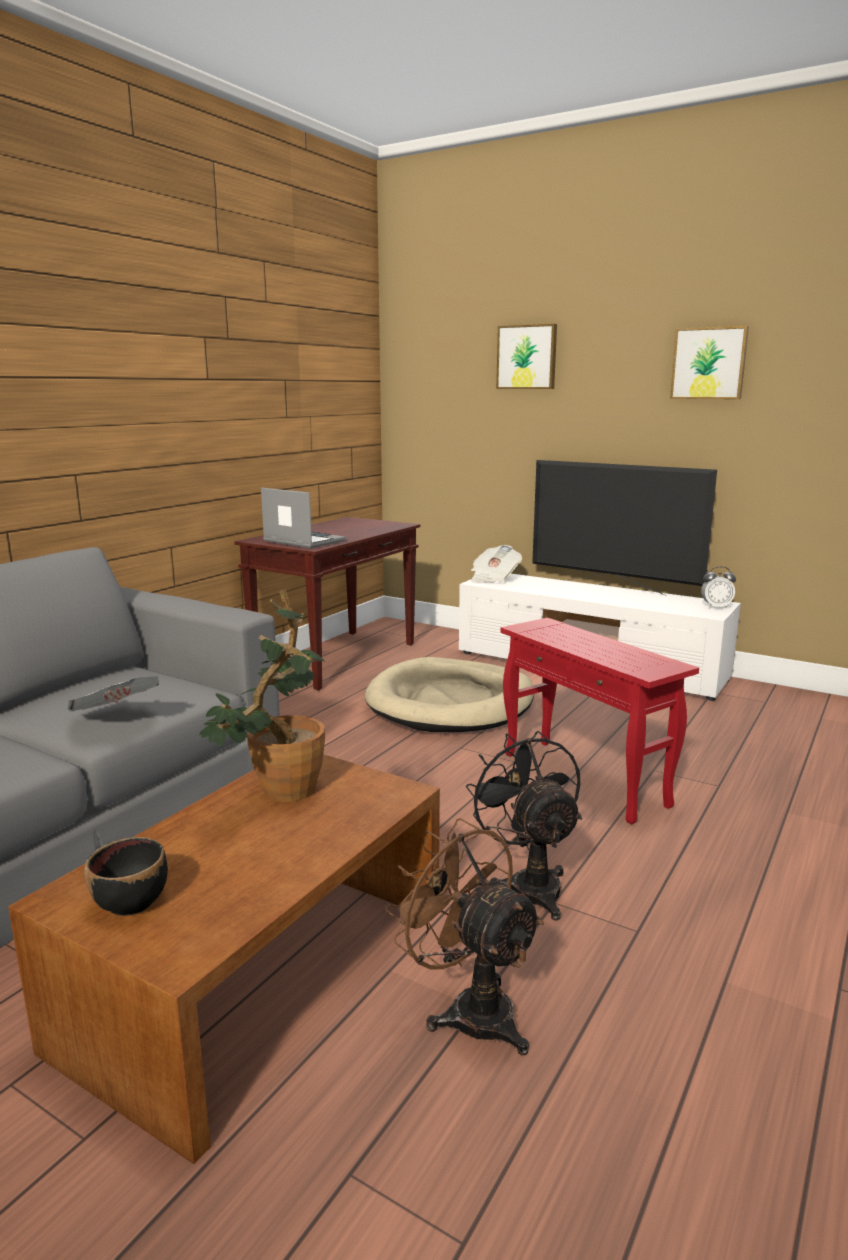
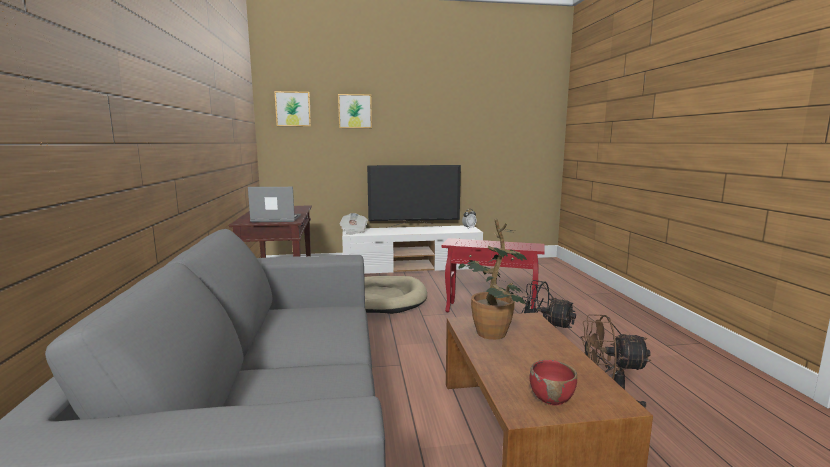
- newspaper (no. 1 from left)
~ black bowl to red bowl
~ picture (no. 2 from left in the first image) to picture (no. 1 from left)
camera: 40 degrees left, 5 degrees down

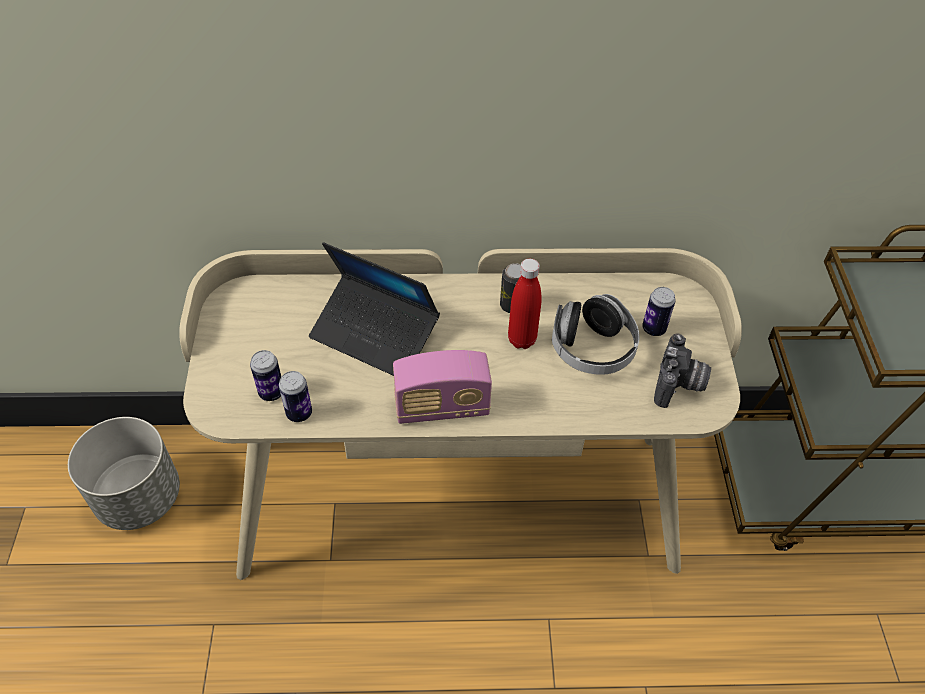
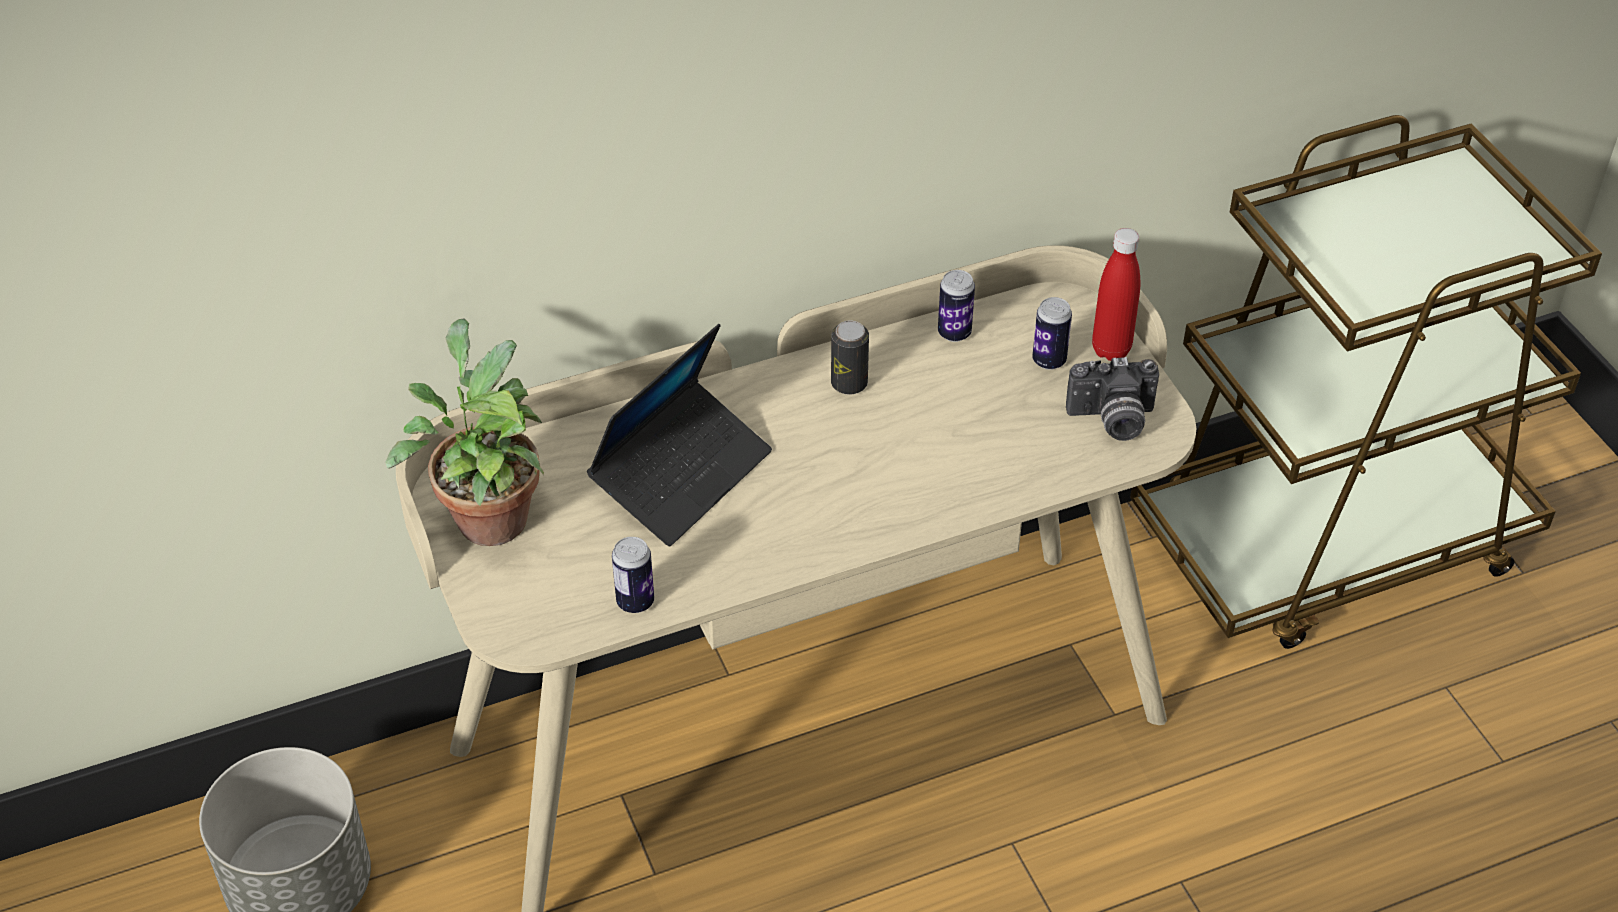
~ can (no. 1 from left in the first image) to can (no. 3 from left)
~ laptop 60 degrees counterclockwise
- radio
~ red bottle
- headphones
~ photo camera 90 degrees clockwise
+ potted plant
camera: 20 degrees left, 5 degrees down

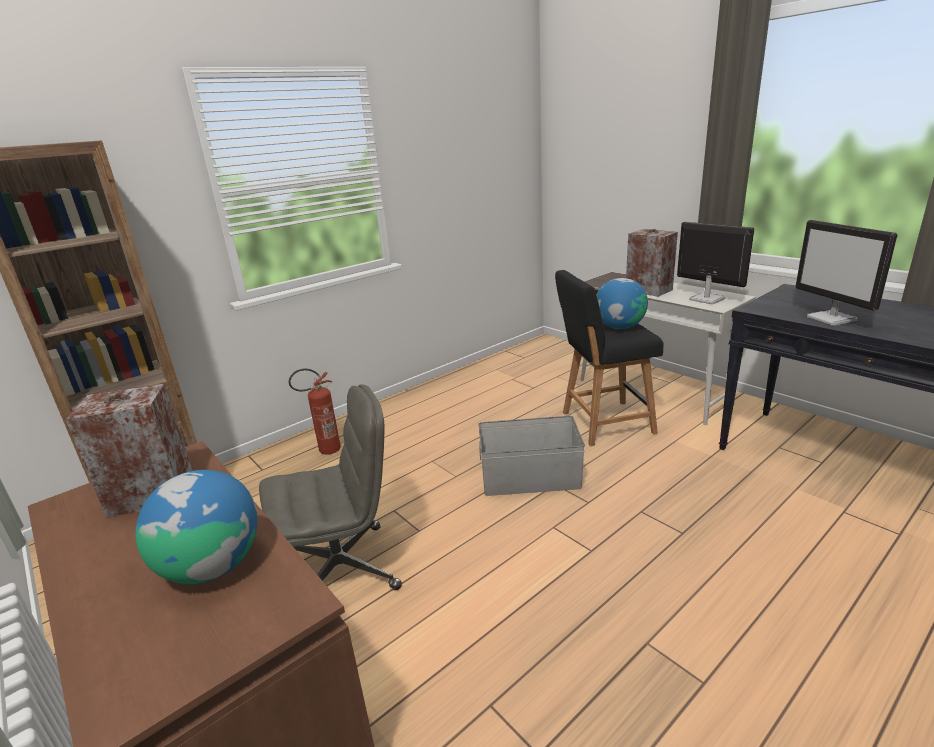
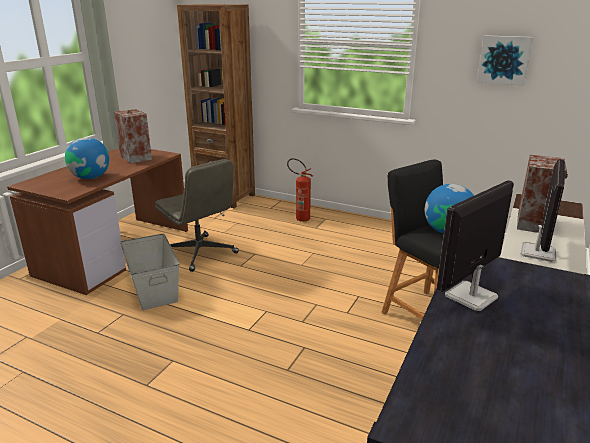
~ grey storage box
+ picture
camera: 65 degrees right, 0 degrees up

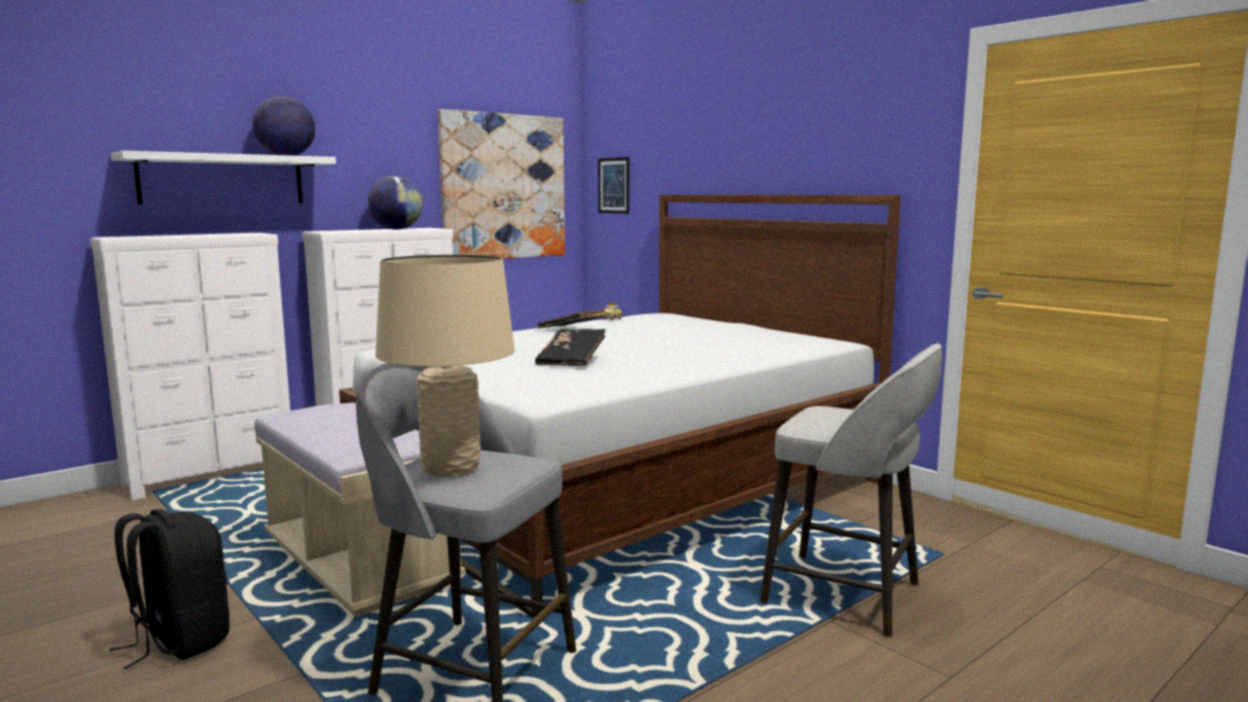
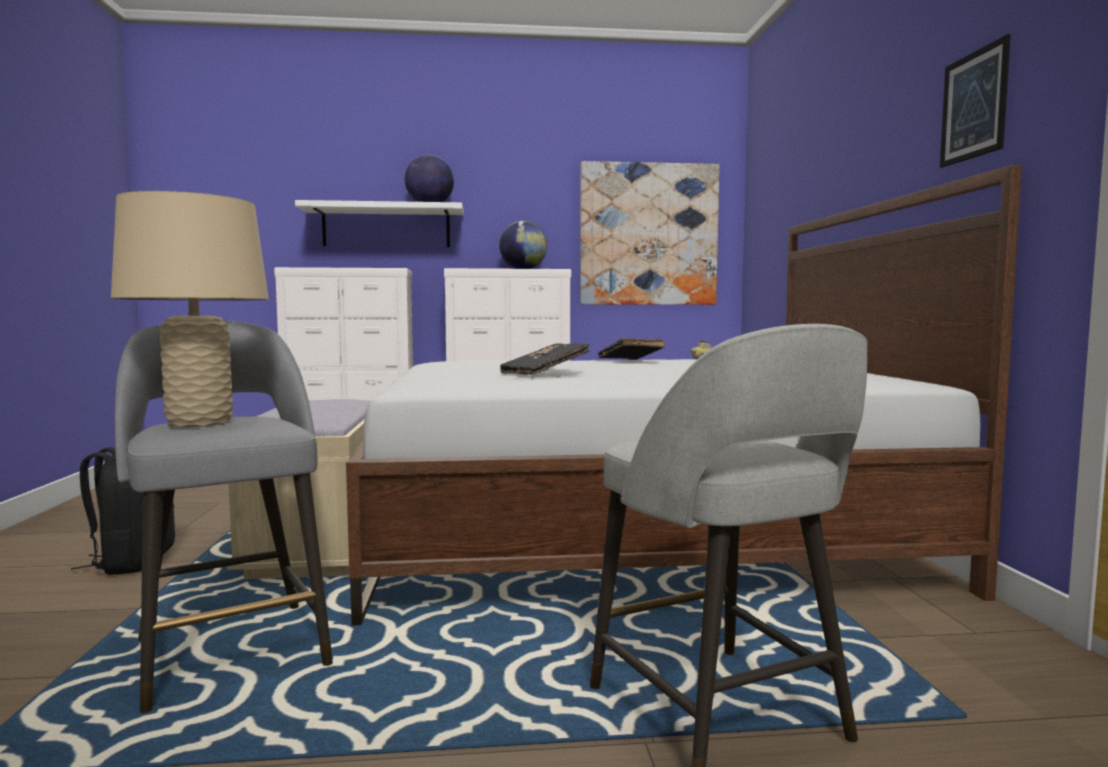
~ picture (no. 2 from left)
camera: 35 degrees right, 5 degrees down

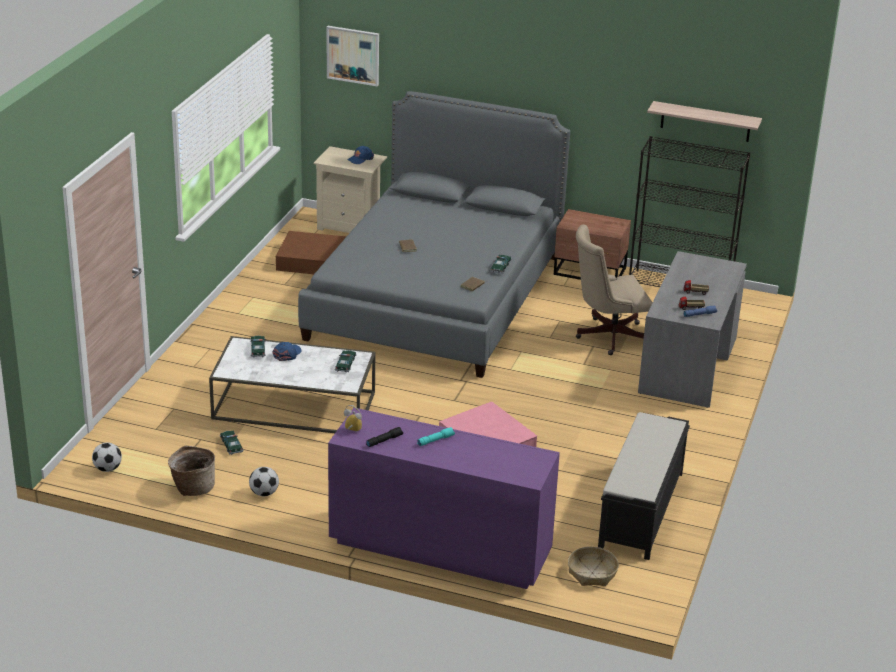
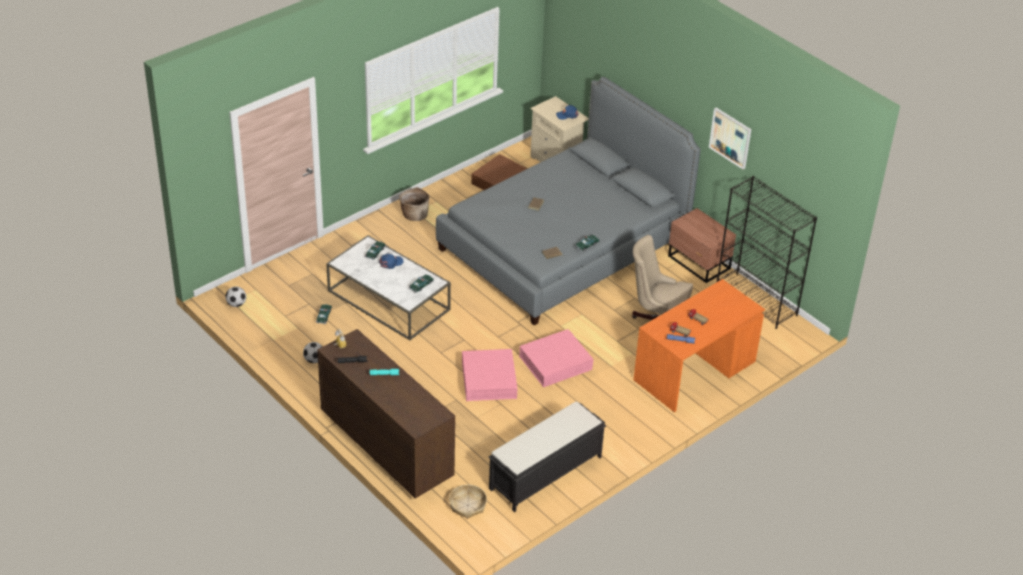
~ basket (no. 1 from left)
~ picture
~ purple dresser to brown dresser
~ grey desk to orange desk
- shelf
+ pink storage box (no. 2 from left)
camera: 30 degrees right, 10 degrees up

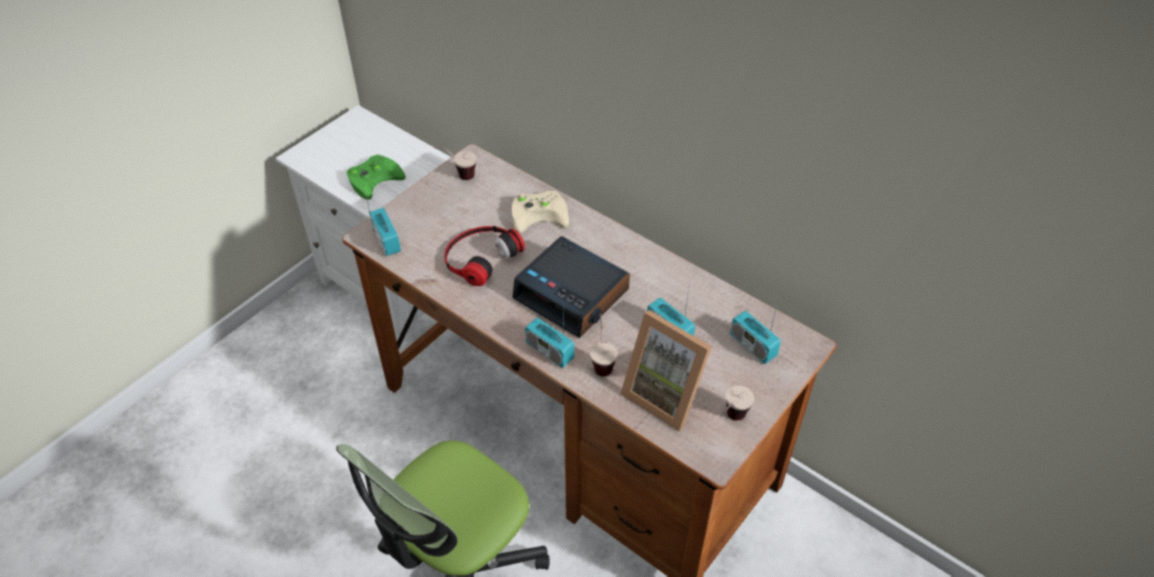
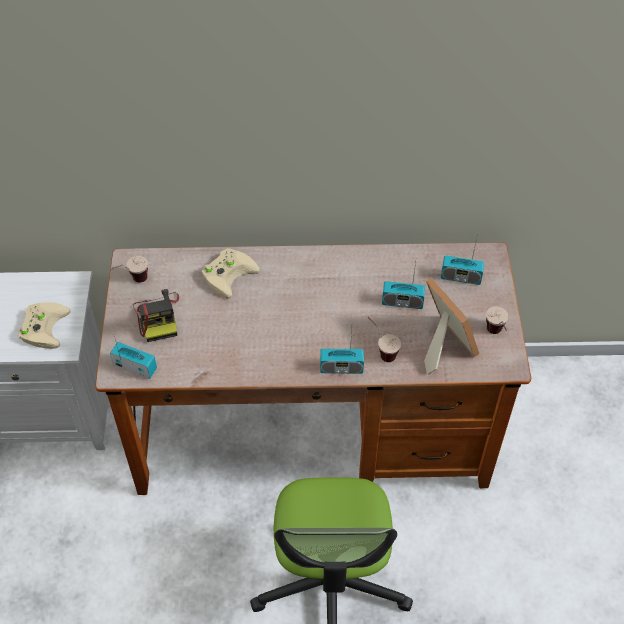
~ green game controller to beige game controller (no. 1 from left)
- headphones
- alarm clock
~ picture frame 120 degrees counterclockwise
+ photo camera
camera: 40 degrees left, 5 degrees up

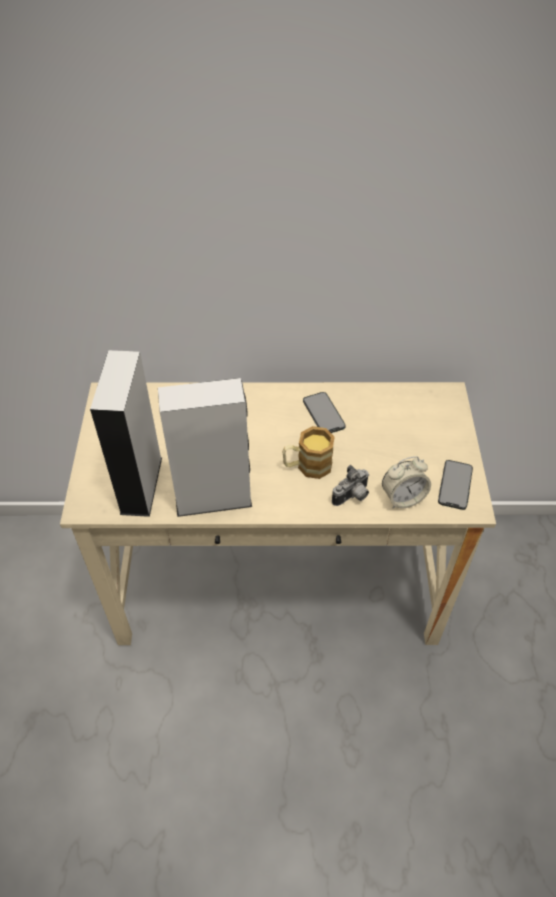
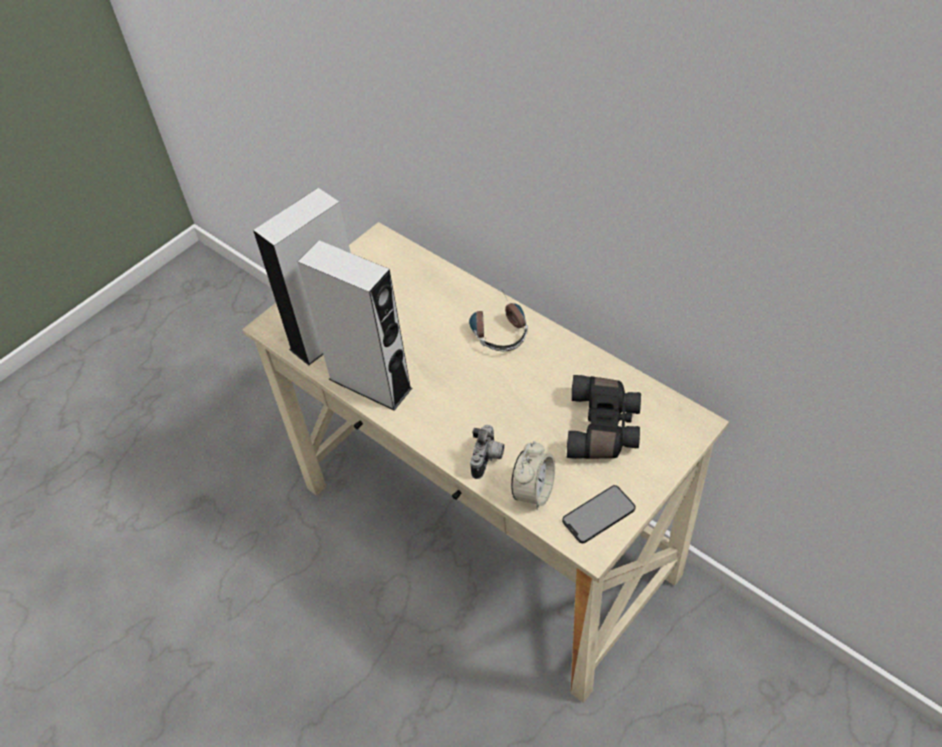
- mug
- phone (no. 1 from left)
~ photo camera 75 degrees counterclockwise
~ alarm clock 90 degrees counterclockwise
+ headphones
+ black binoculars
camera: 45 degrees right, 0 degrees up

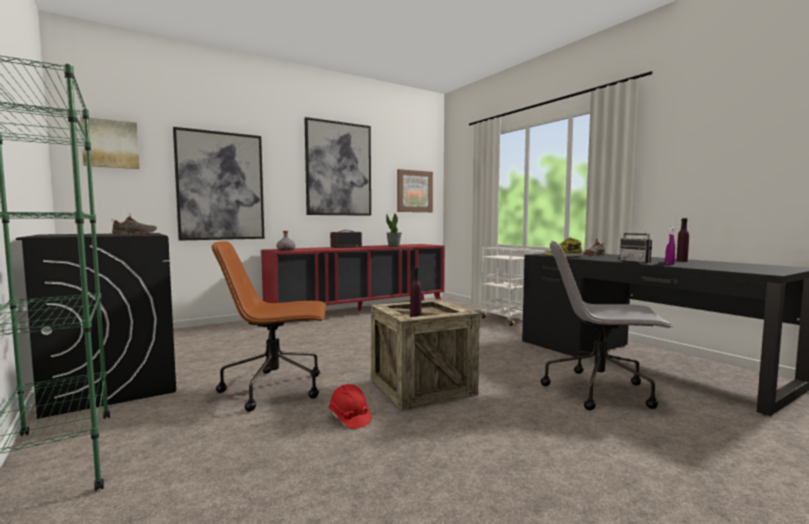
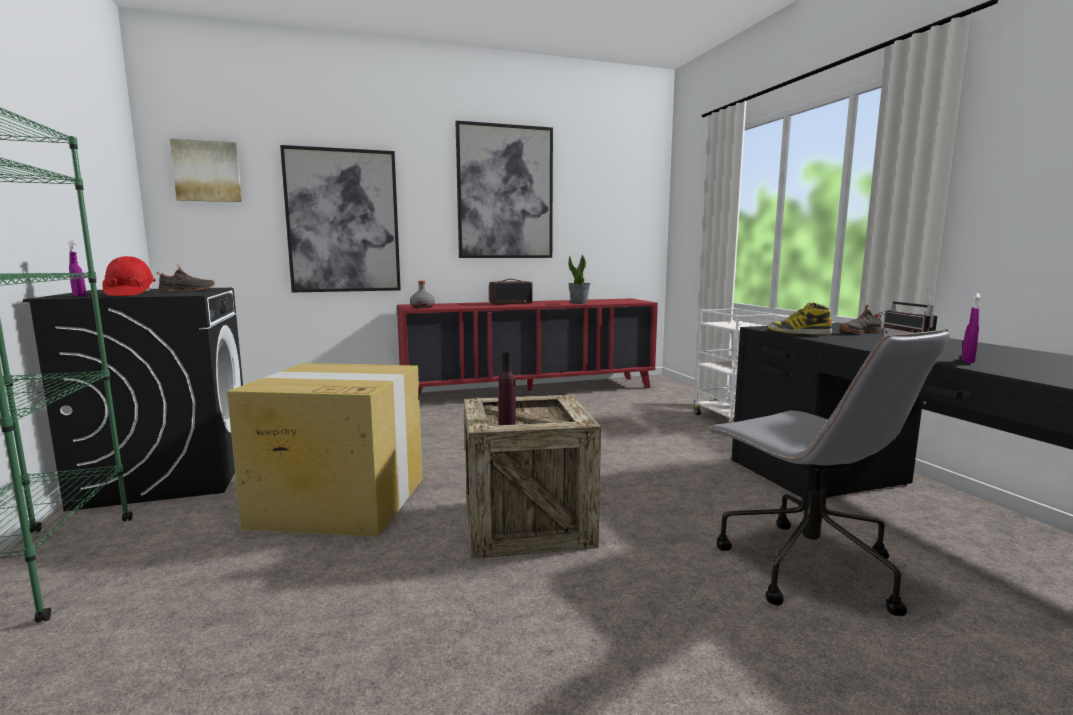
~ brown office chair to cardboard box
~ red hard hat
- picture (no. 4 from left)
~ grey office chair 150 degrees counterclockwise
- purple bottle (no. 2 from left)
+ purple spray bottle (no. 1 from left)
camera: 15 degrees right, 5 degrees up

